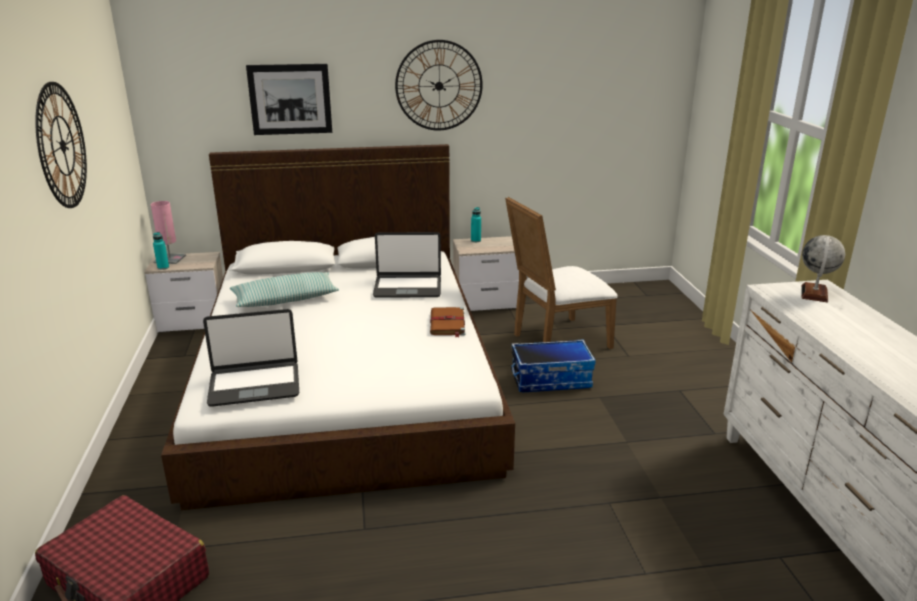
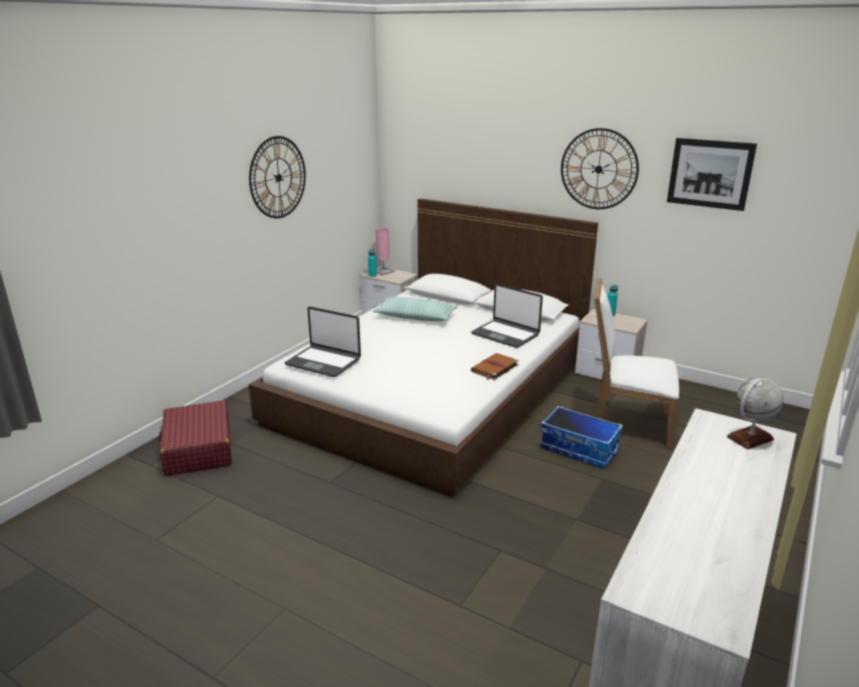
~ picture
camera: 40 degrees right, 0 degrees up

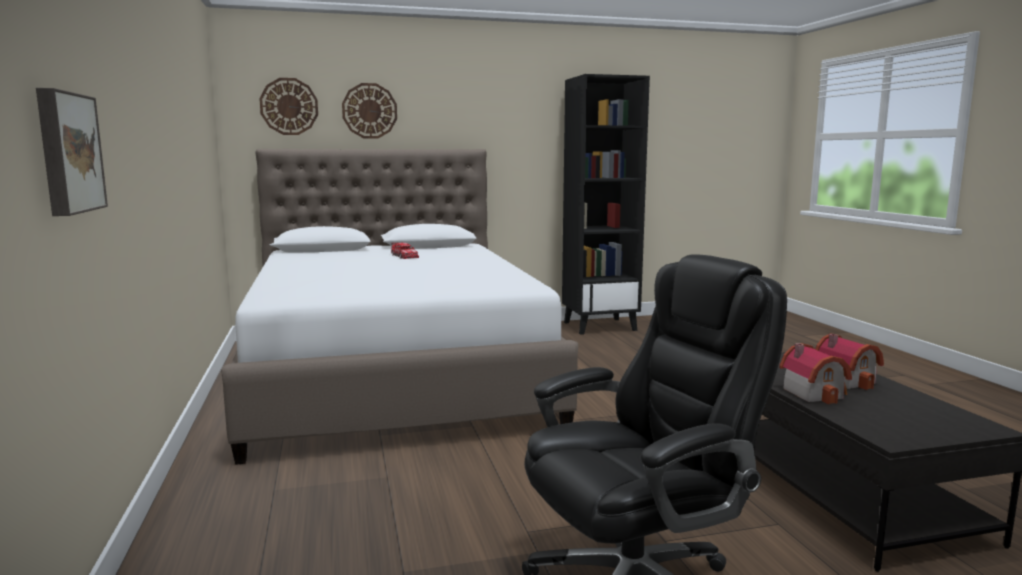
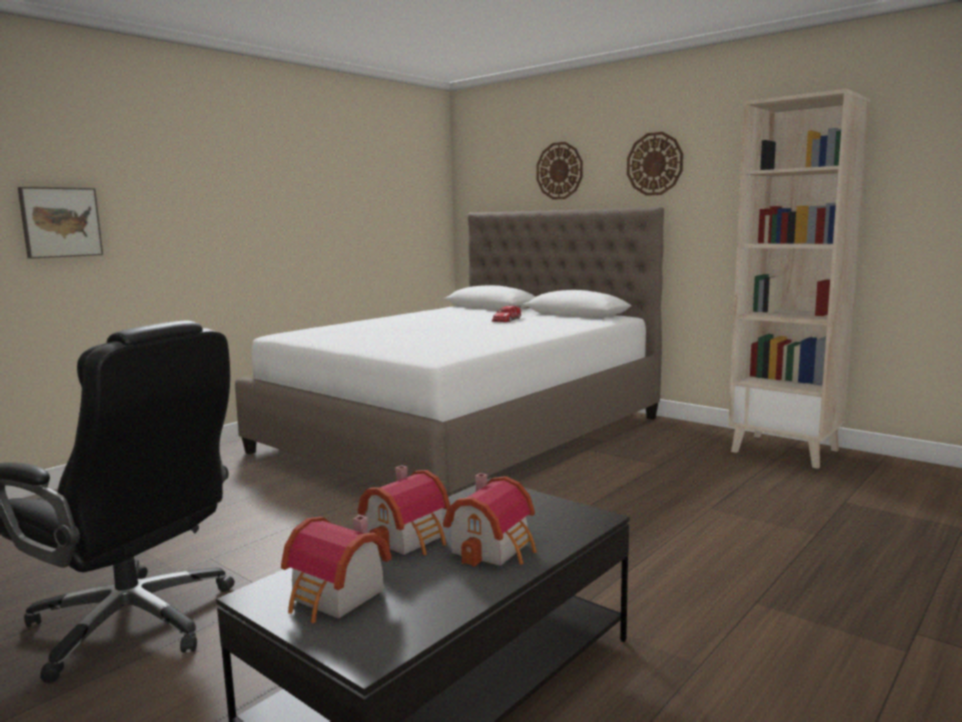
~ wall clock (no. 1 from left in the first image) to wall clock (no. 2 from left)
~ black bookcase to beige bookcase
+ toy house (no. 1 from left)
camera: 55 degrees right, 0 degrees up

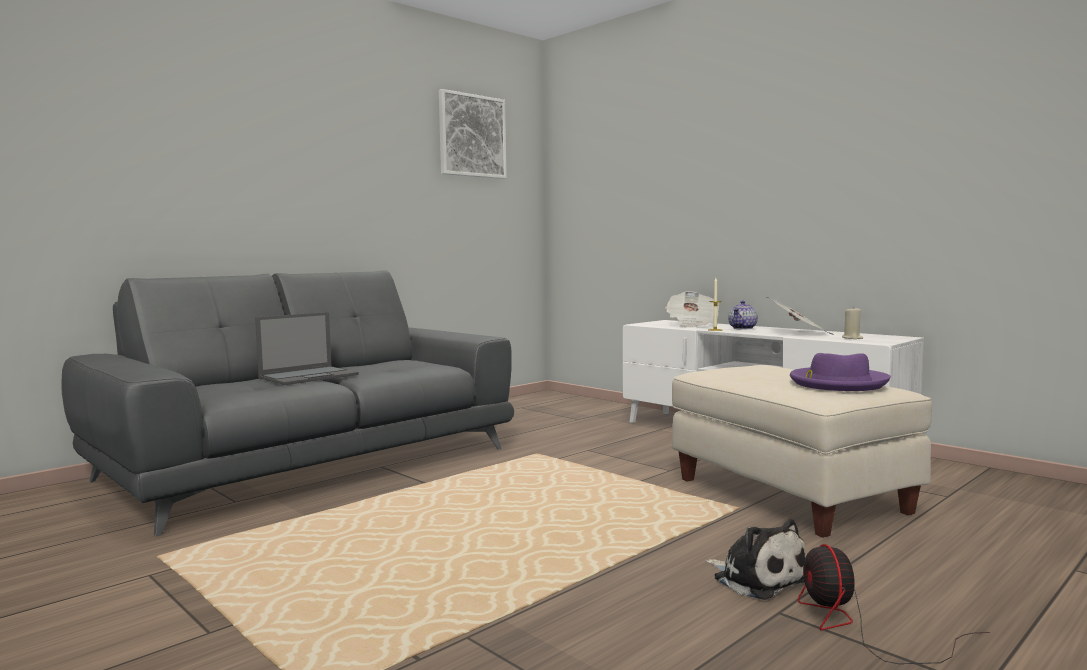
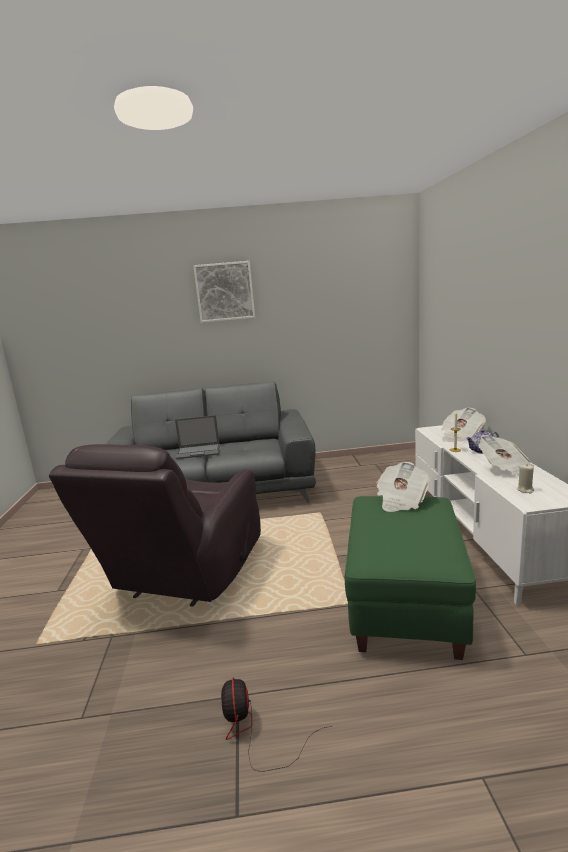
~ picture
~ beige ottoman to green ottoman
- plush toy
- purple hat
~ fan 45 degrees counterclockwise
+ brown armchair
+ newspaper (no. 1 from left)
camera: 40 degrees right, 10 degrees up

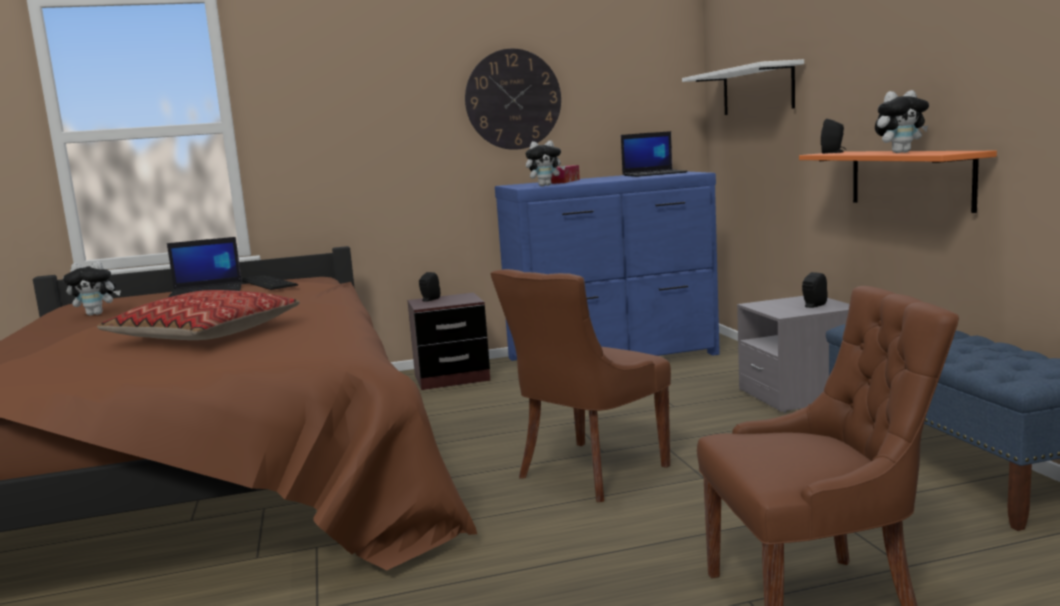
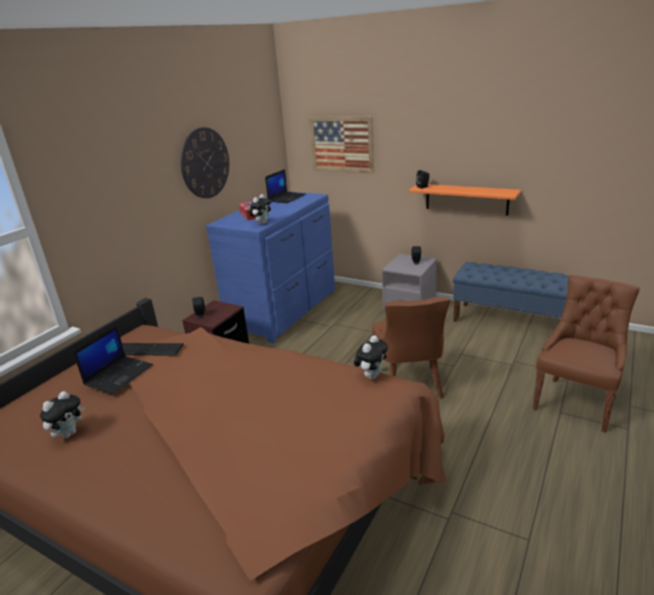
- pillow
~ white shelf to picture
~ plush toy (no. 3 from left)
camera: 45 degrees left, 15 degrees up

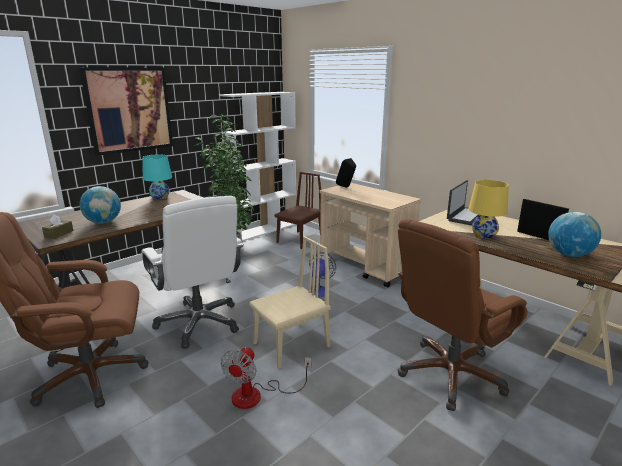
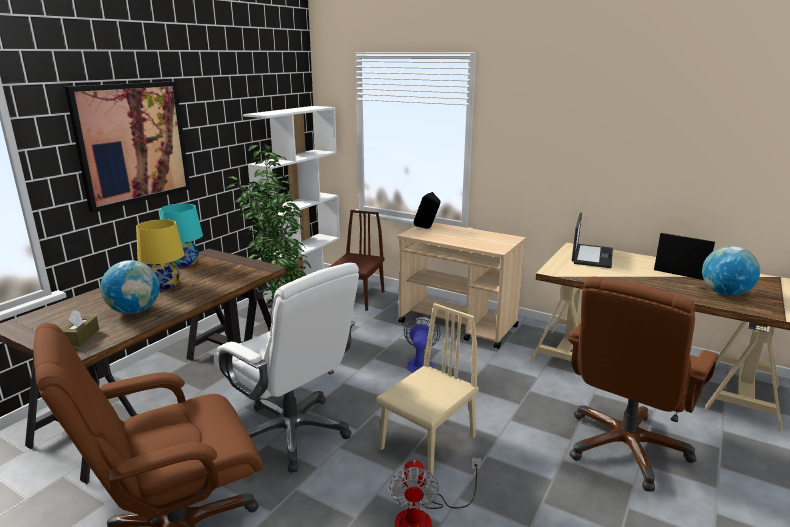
~ yellow table lamp
camera: 15 degrees left, 0 degrees up

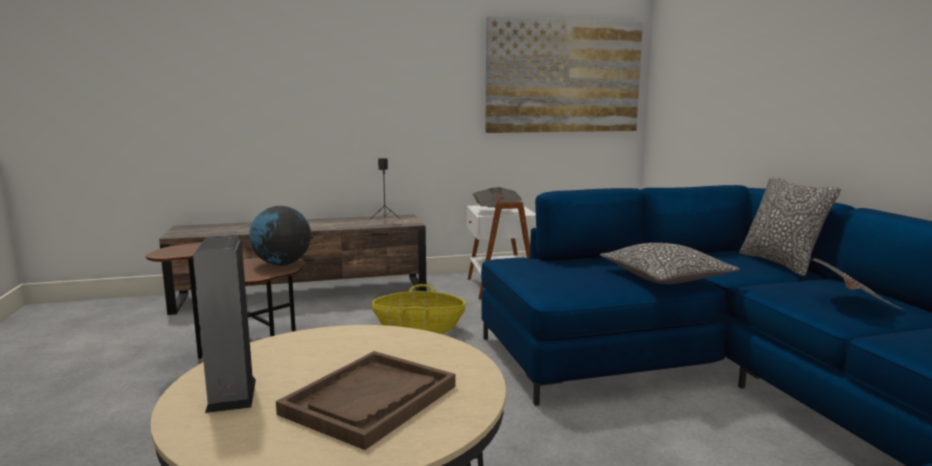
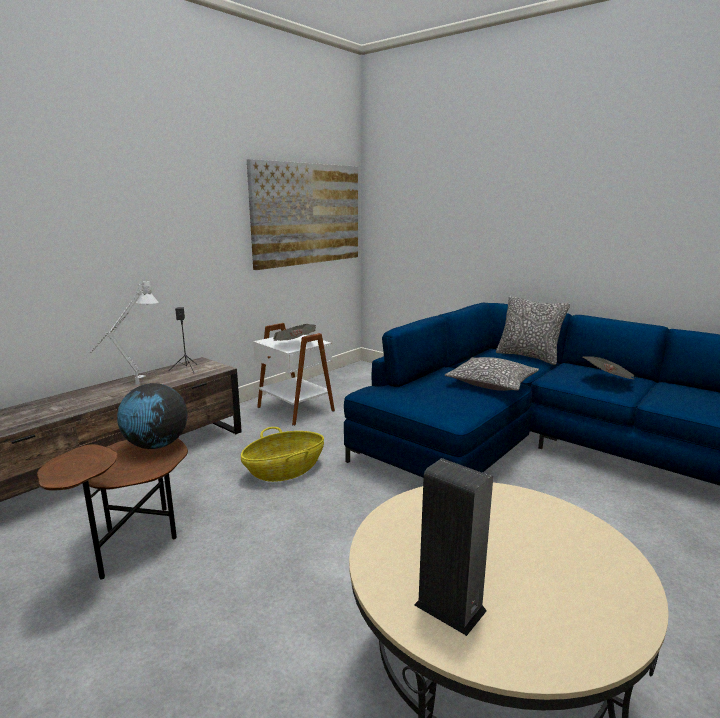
- brown tray
+ grey table lamp
camera: 35 degrees left, 5 degrees up

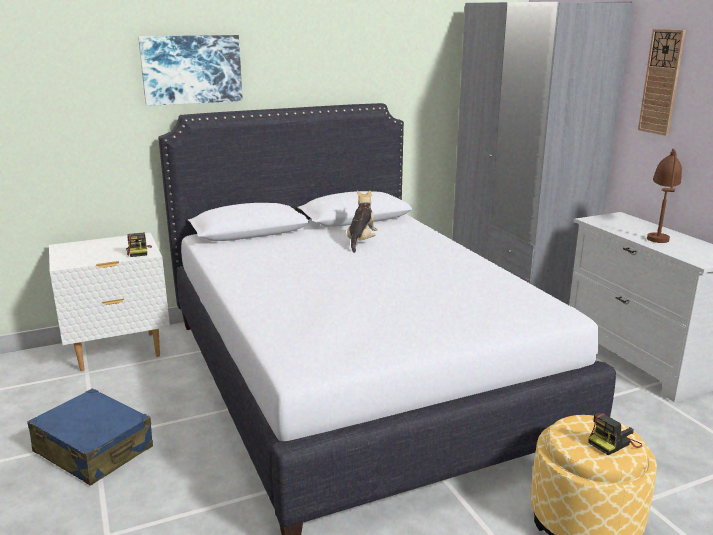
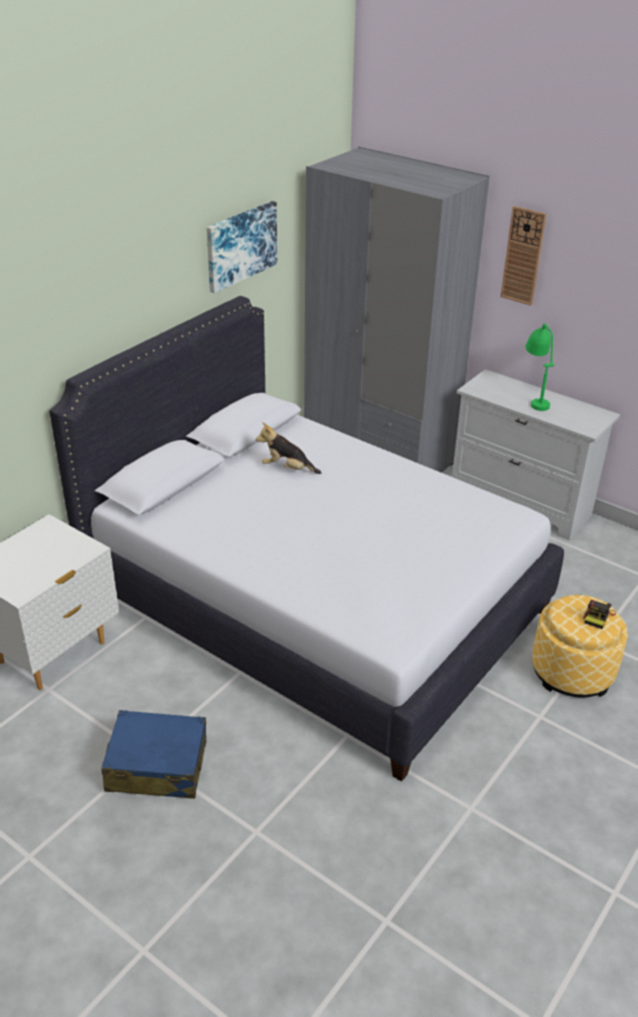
- photo camera (no. 1 from left)
~ picture
~ plush toy 60 degrees counterclockwise
~ brown table lamp to green table lamp
camera: 30 degrees left, 15 degrees up

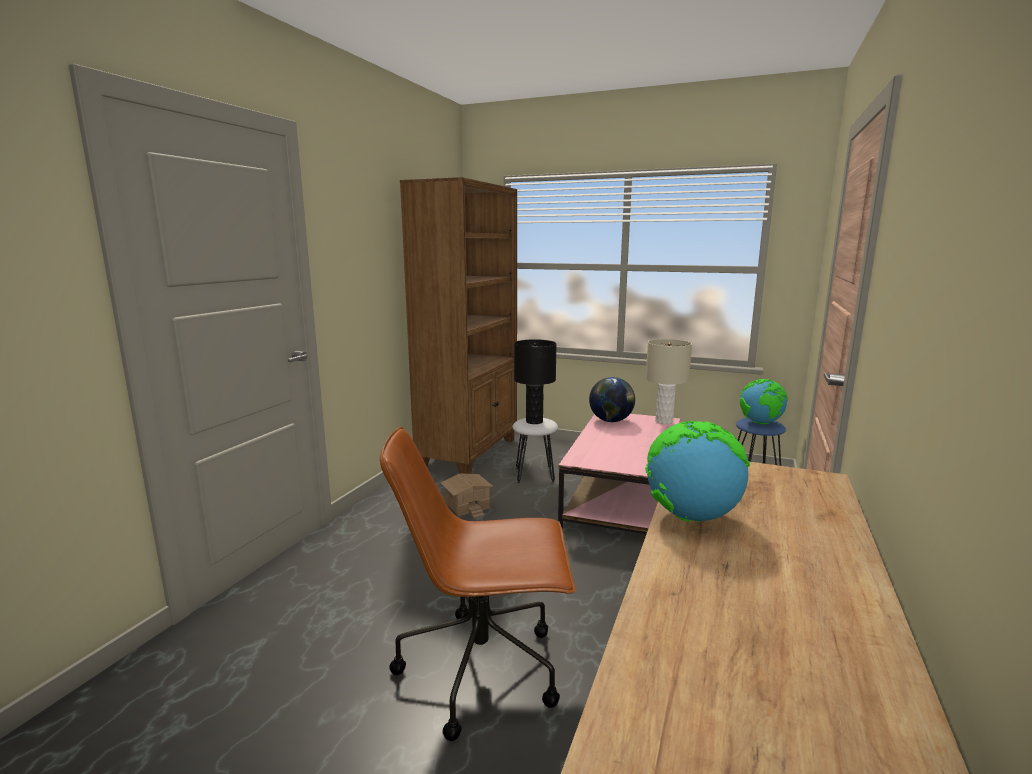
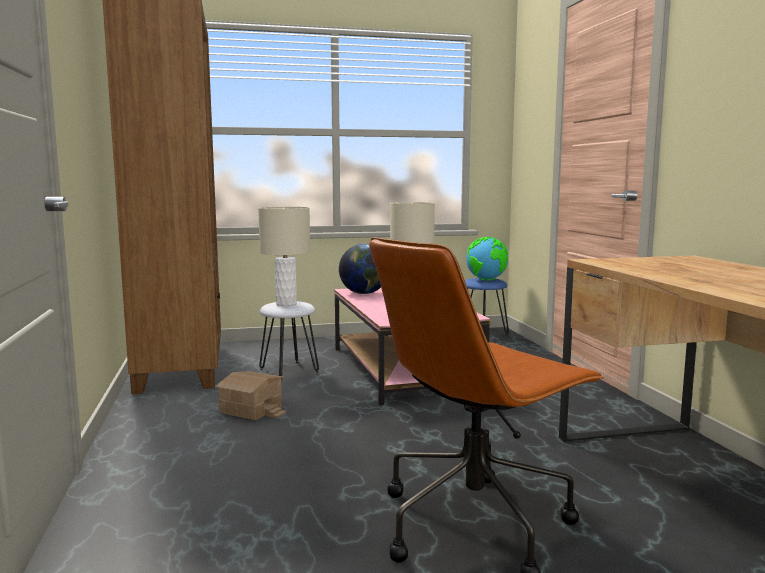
~ black table lamp to beige table lamp (no. 1 from left)
- globe (no. 2 from left)
camera: 35 degrees left, 5 degrees down

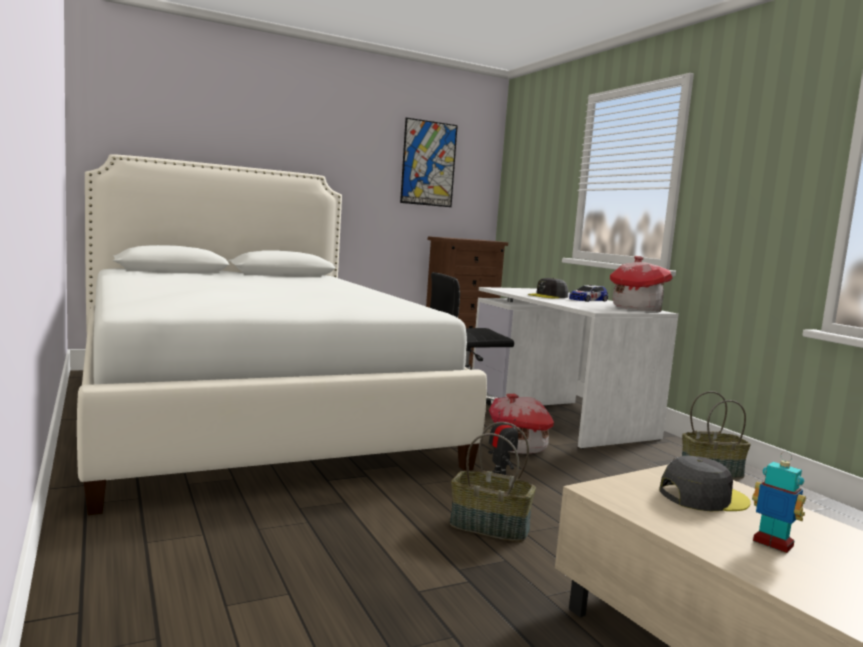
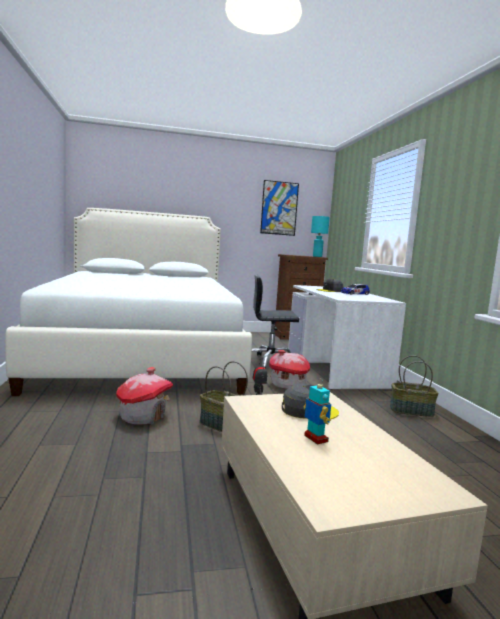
~ toy house (no. 2 from left in the first image) to toy house (no. 1 from left)
+ turquoise table lamp
camera: 15 degrees right, 0 degrees up

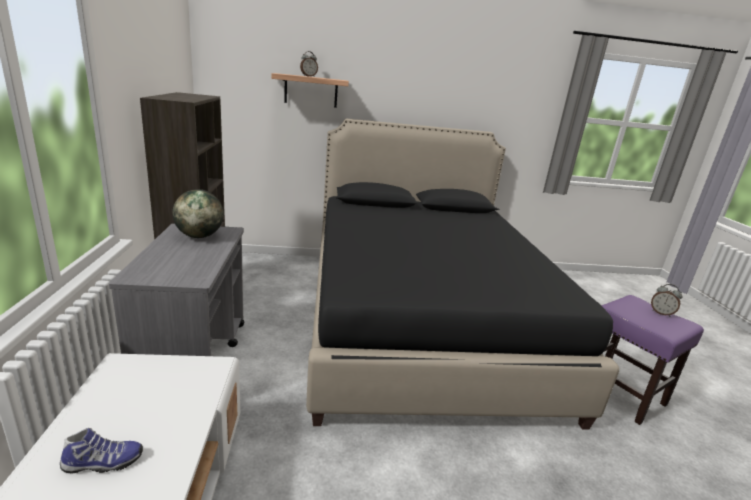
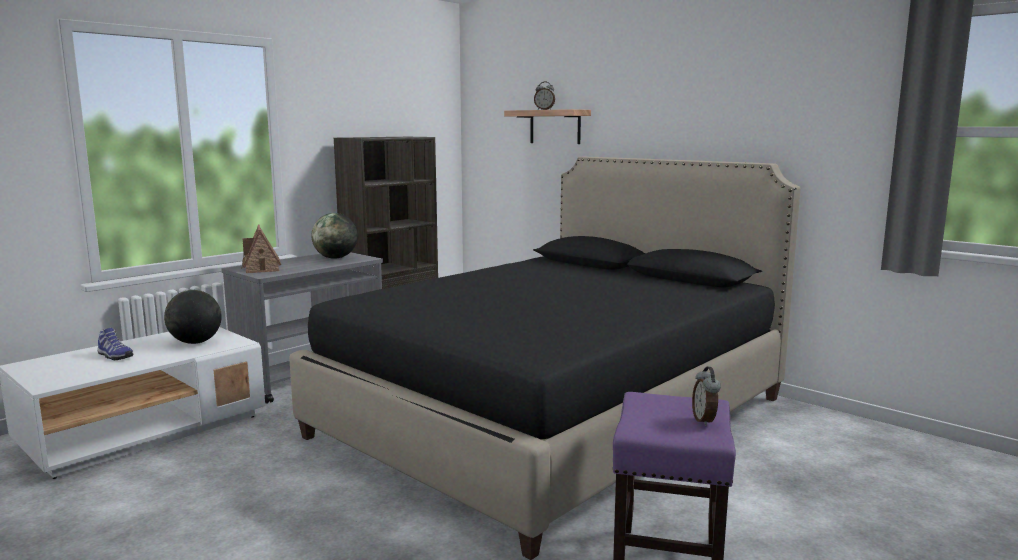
+ globe (no. 1 from left)
+ toy house
camera: 50 degrees right, 10 degrees down

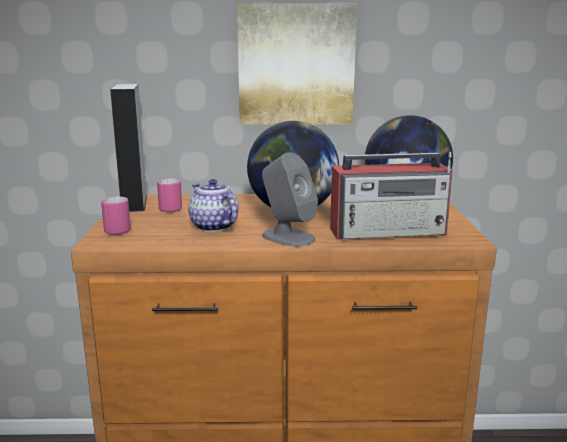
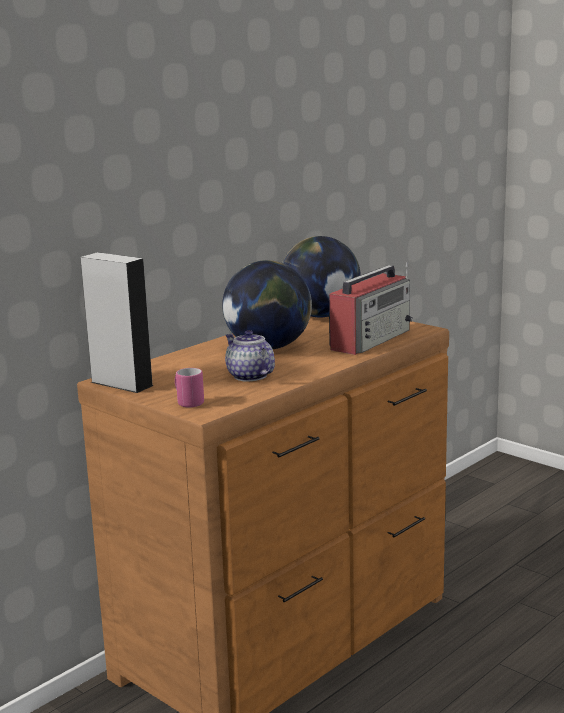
- pink mug (no. 2 from left)
~ teapot 45 degrees clockwise
- picture
- grey speaker (no. 2 from left)
camera: 45 degrees left, 0 degrees up

